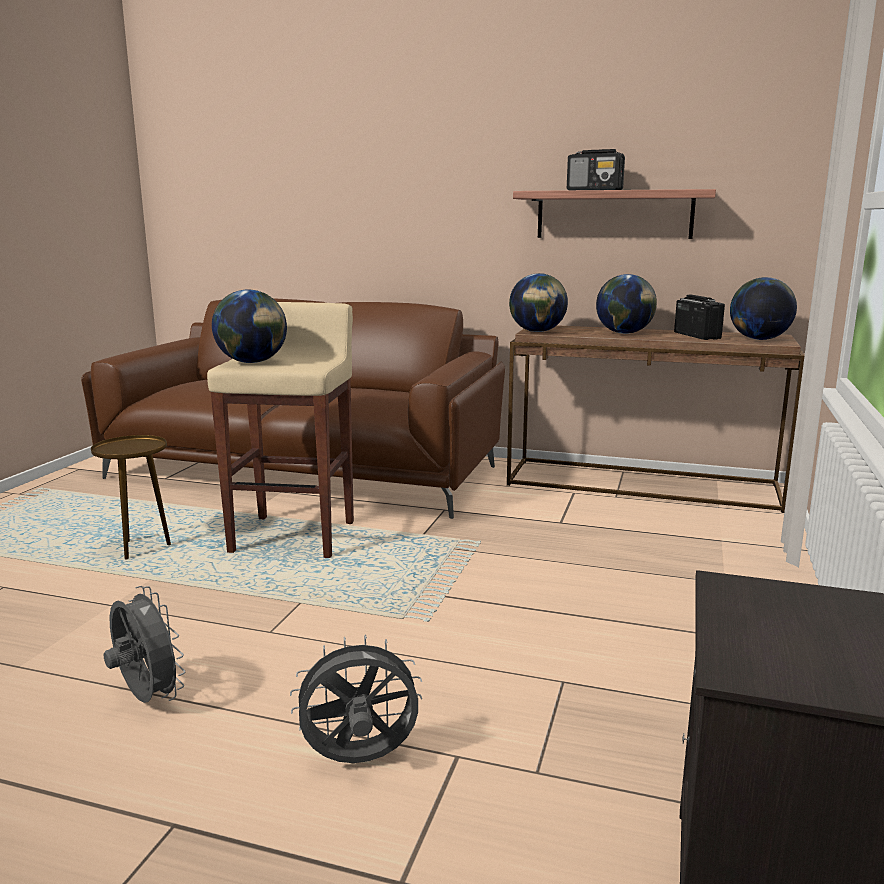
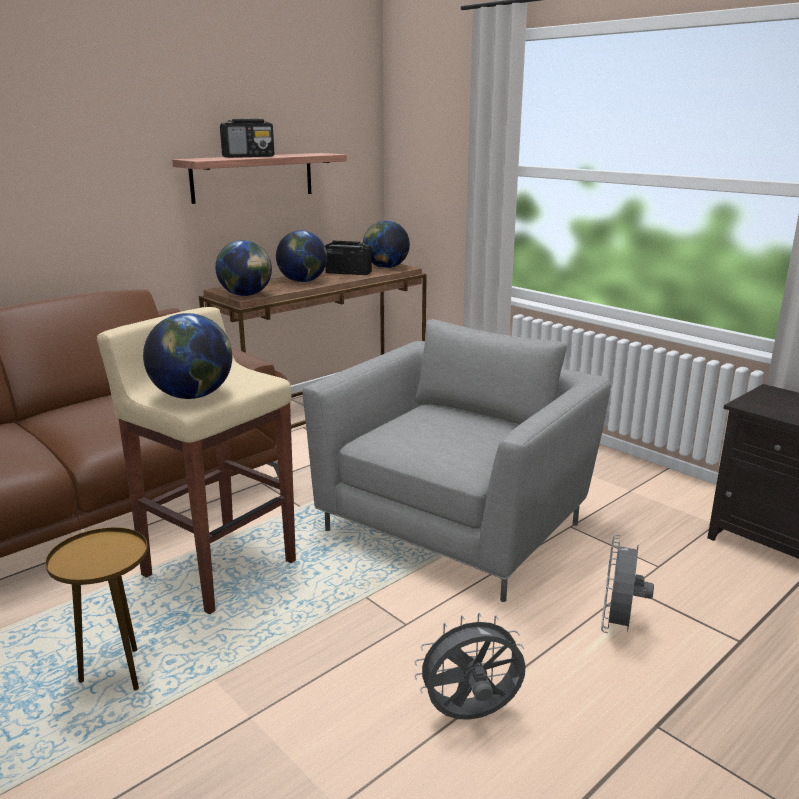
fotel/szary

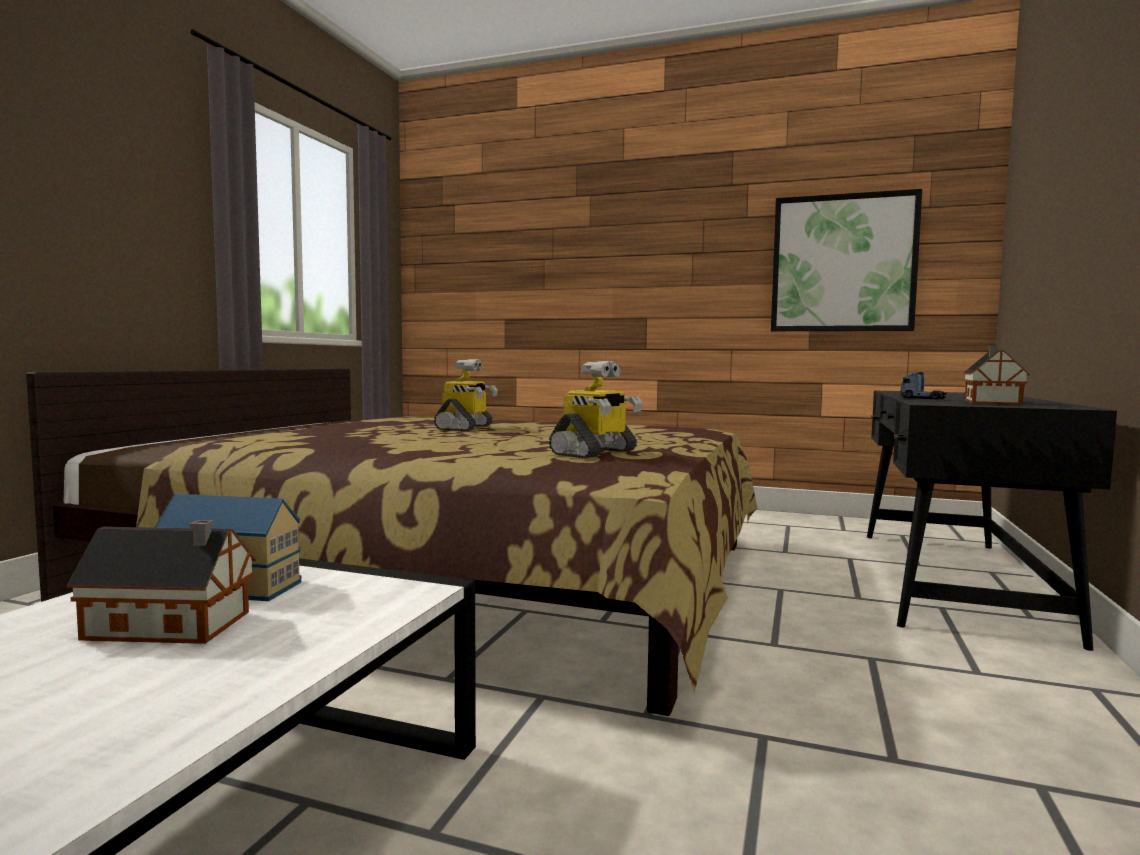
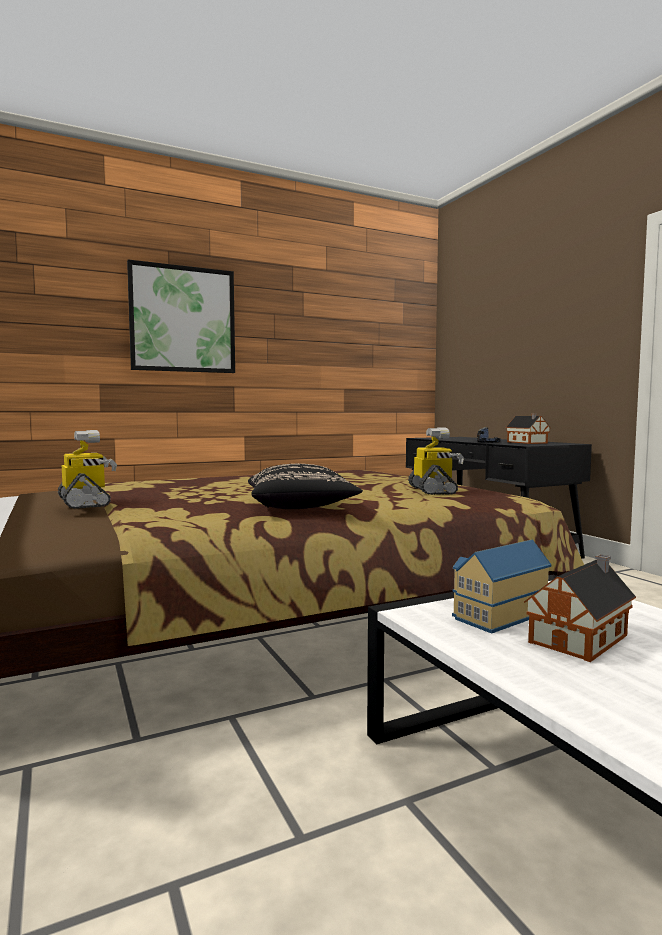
robot zabawkowy (1st from left); obraz; poduszka/czarny

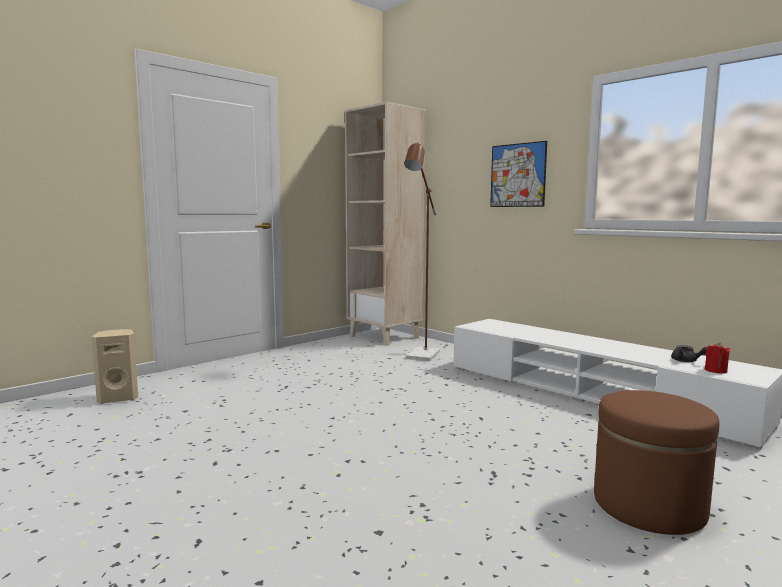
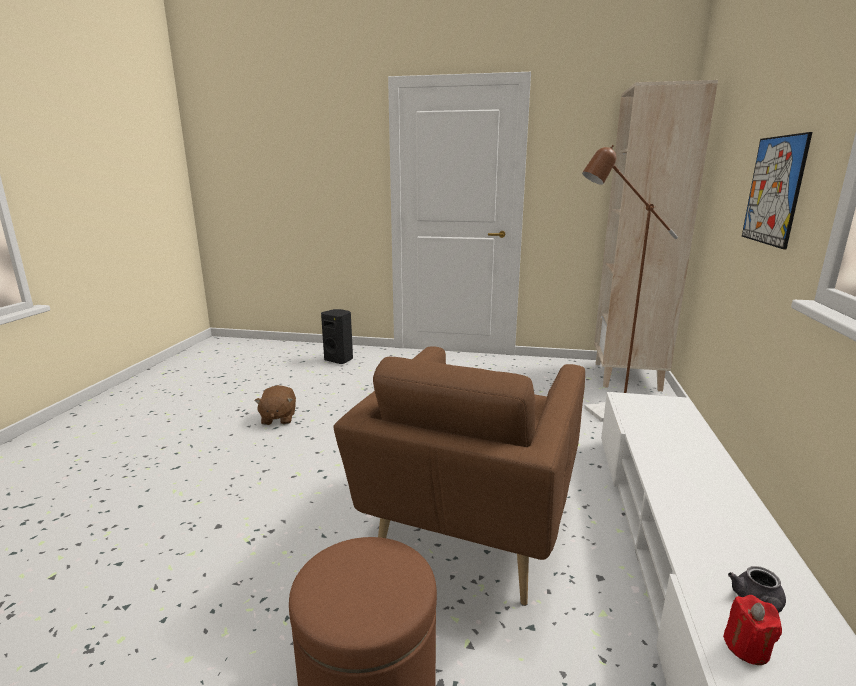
głośnik/czarny; pluszak/brązowy; fotel/brązowy

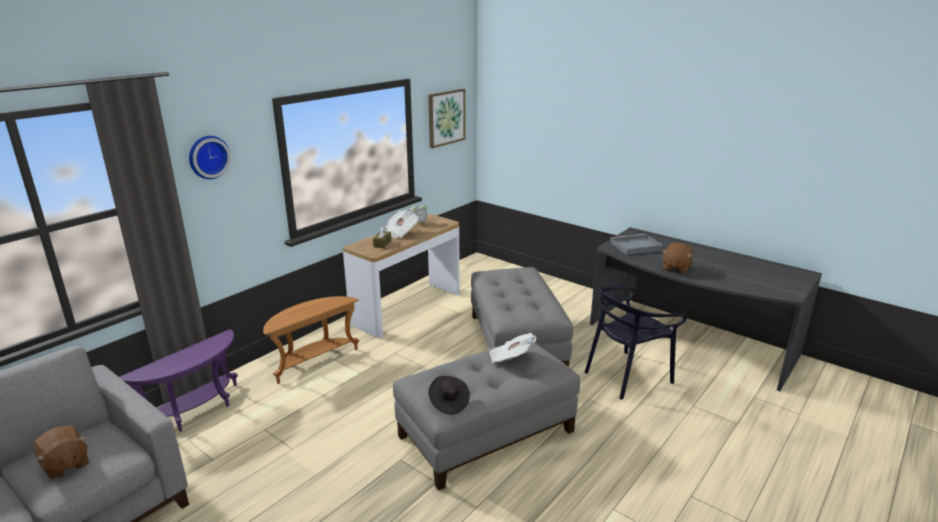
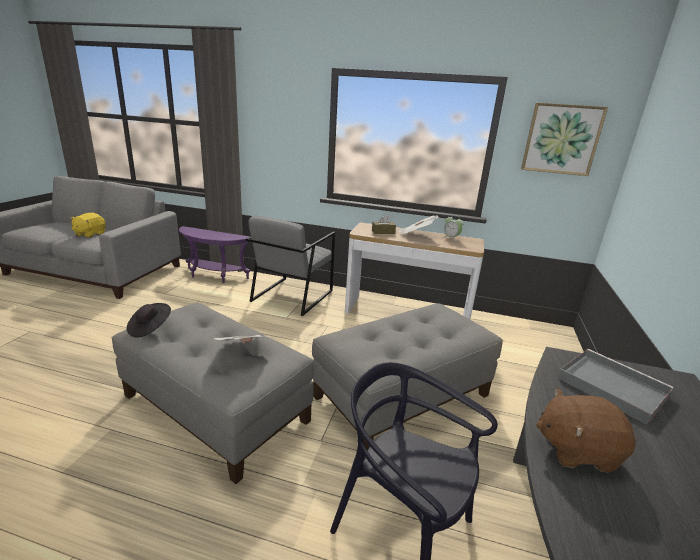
pluszak/żółty; zegar ścienny; fotel/szary

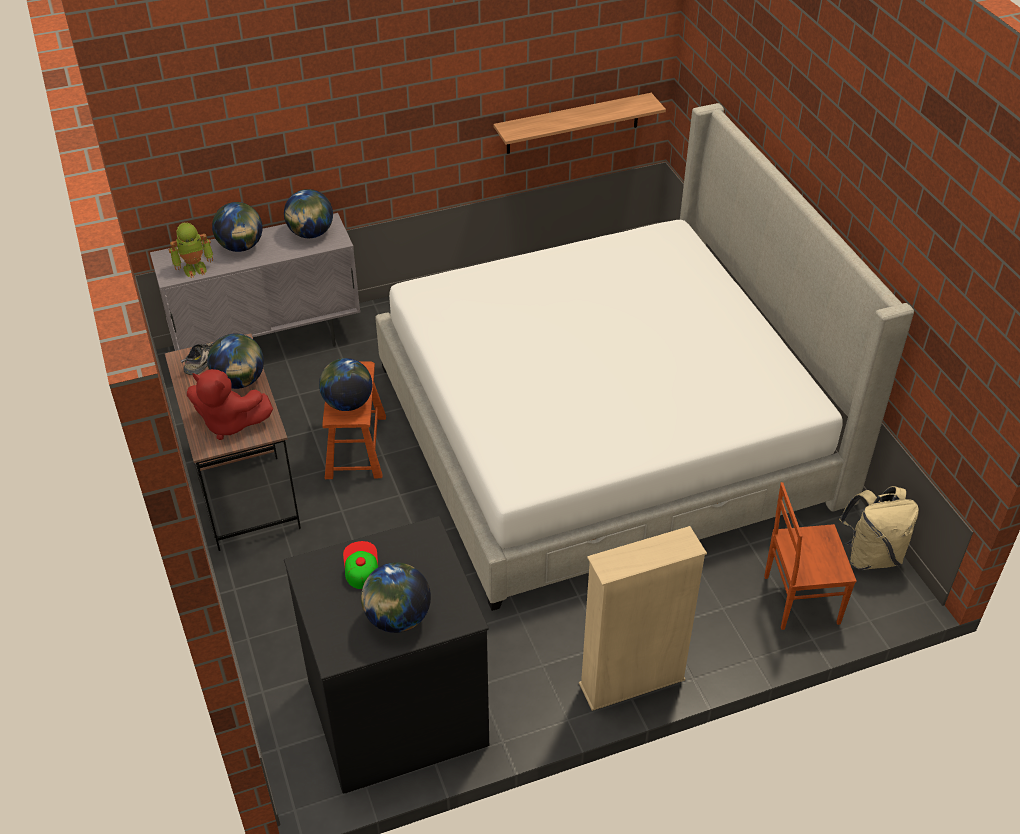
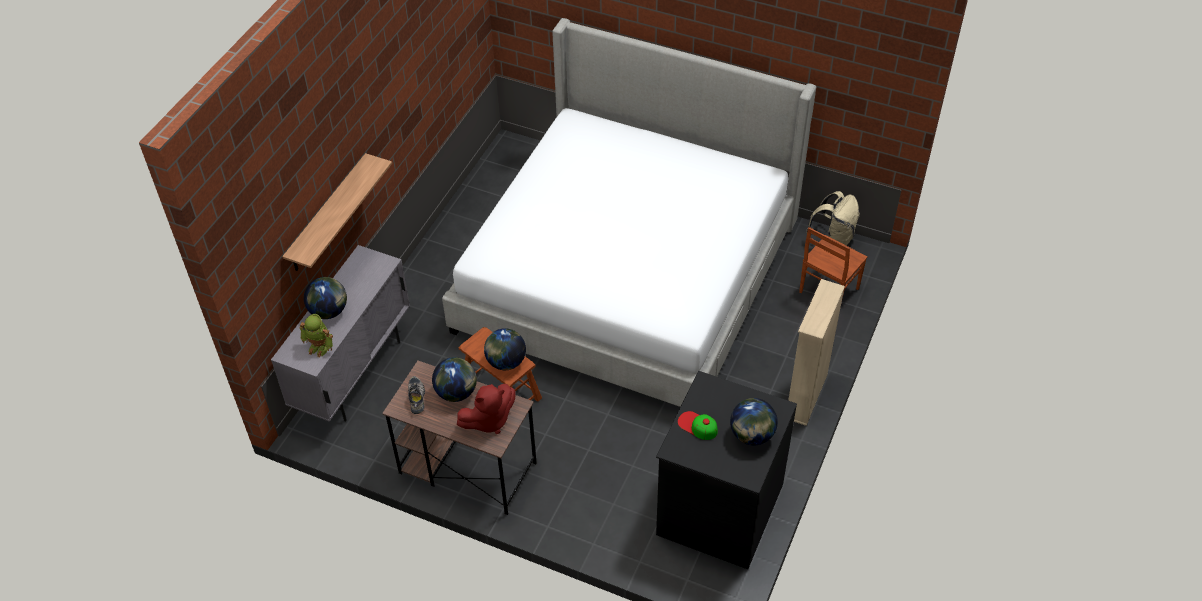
robot zabawkowy; globus (3rd from left in the first image); półka

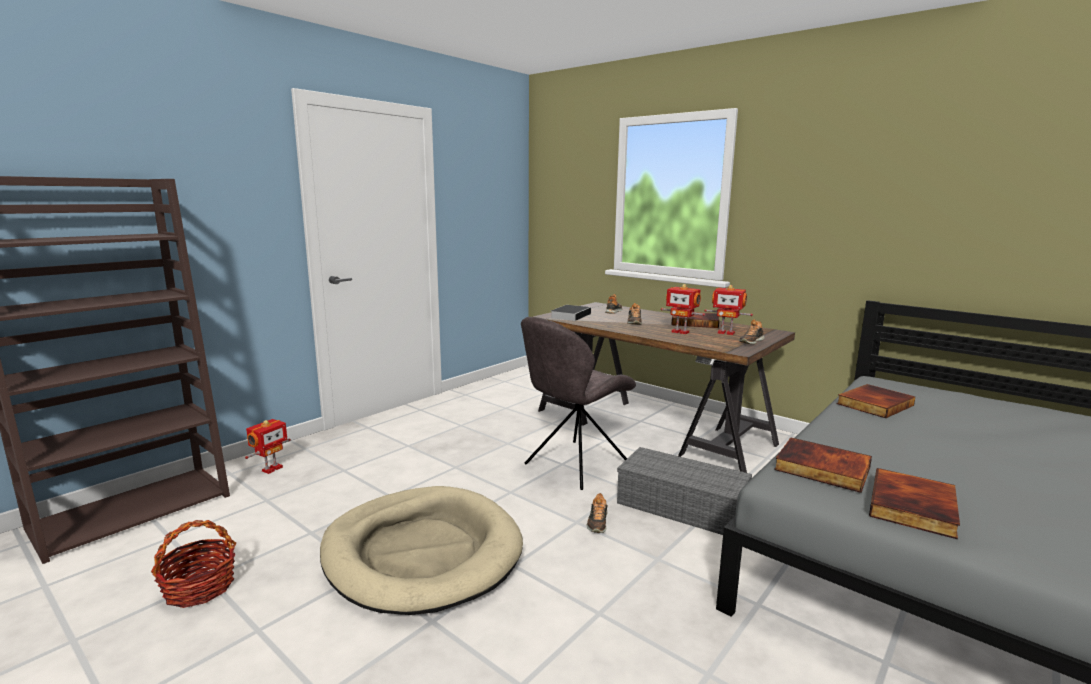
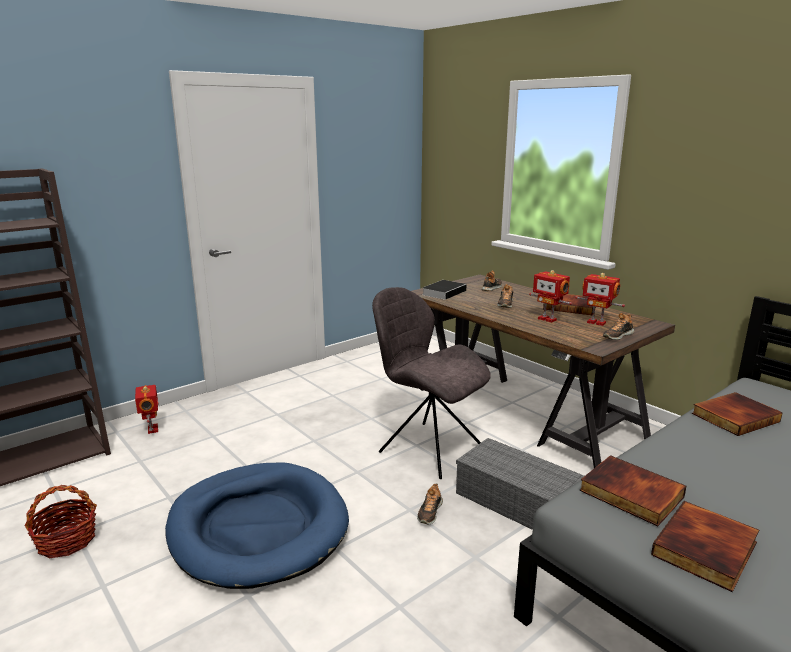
robot zabawkowy (1st from left); legowisko/niebieski; krzesło/szary

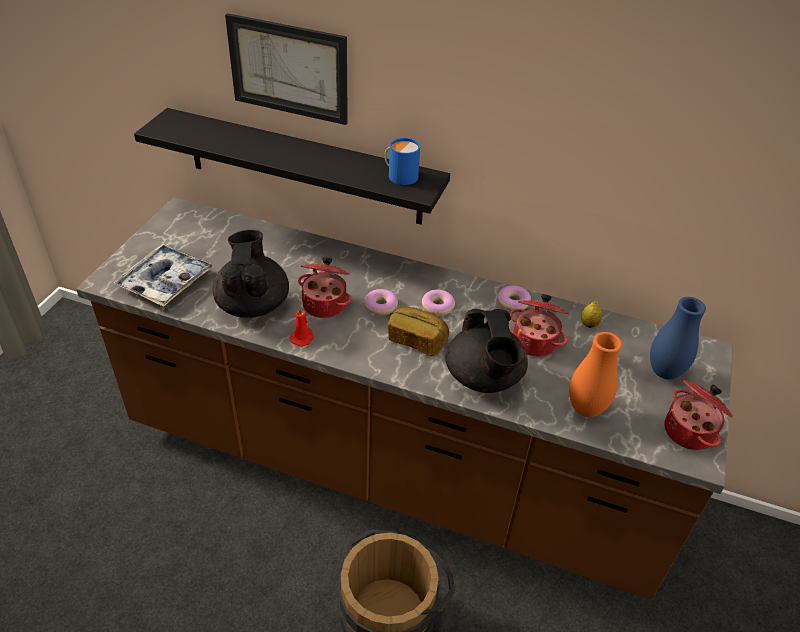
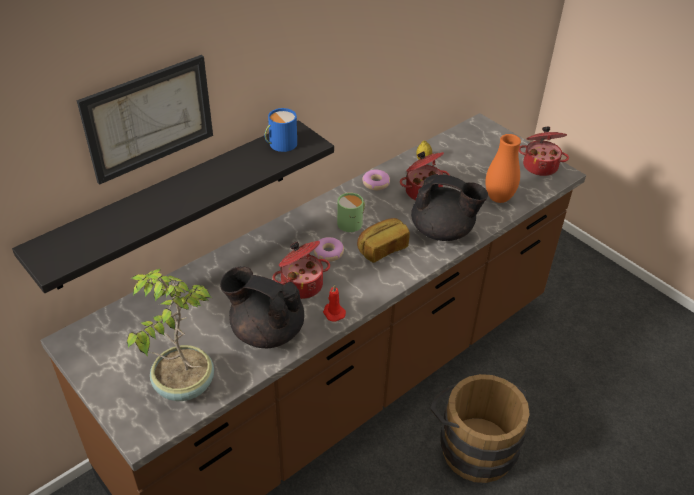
roślina doniczkowa; kubek/zielony; wazon/niebieski

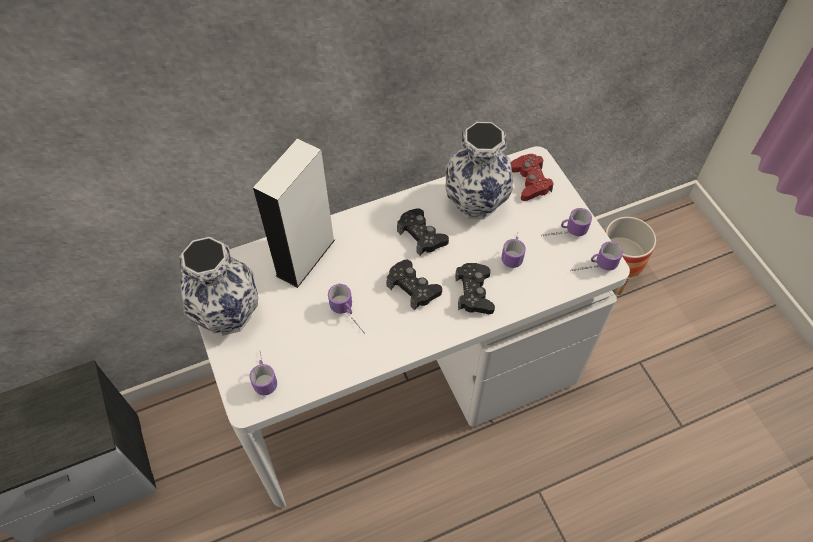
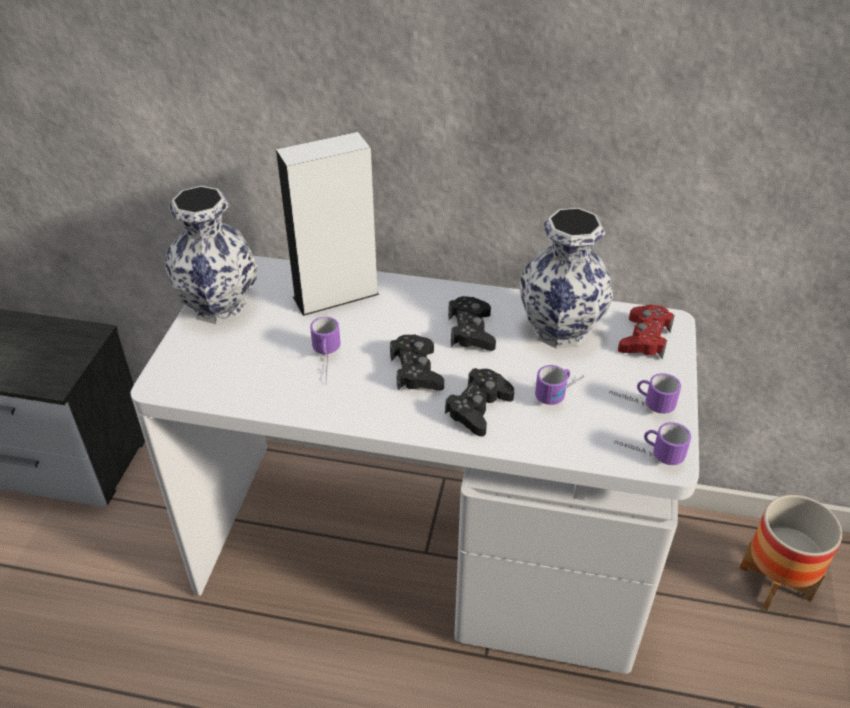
kubek (1st from left in the first image)

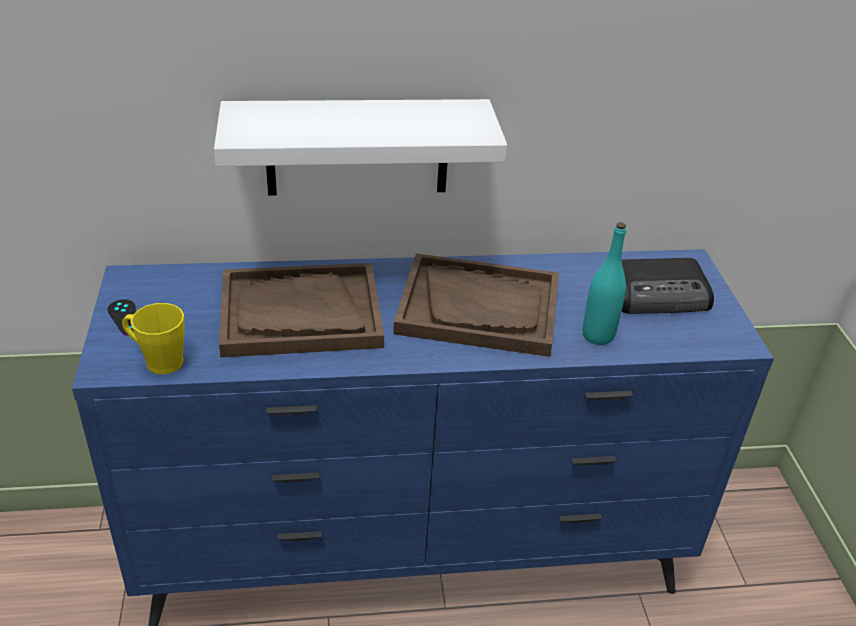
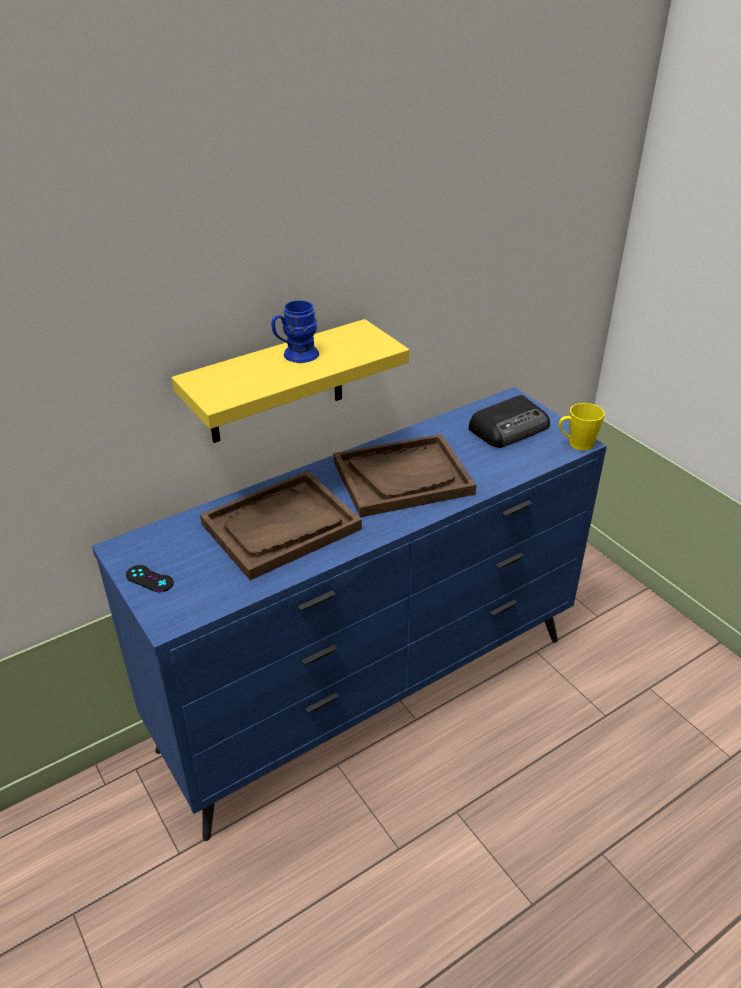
kubek/żółty; półka/żółty; butelka/turkusowy; kubek/niebieski

